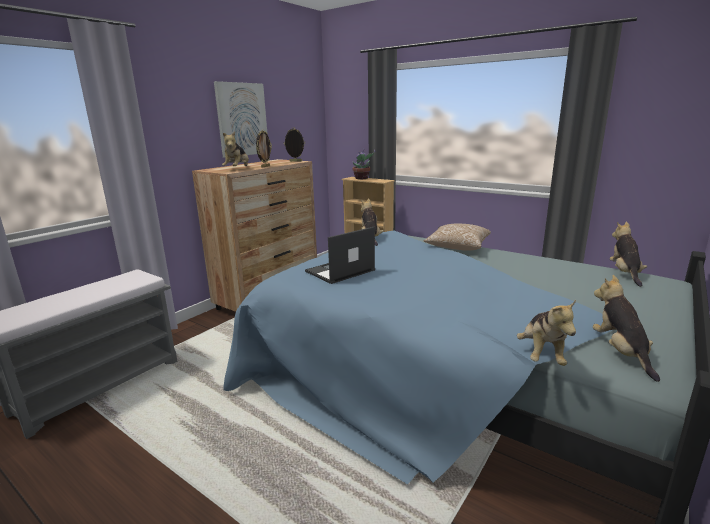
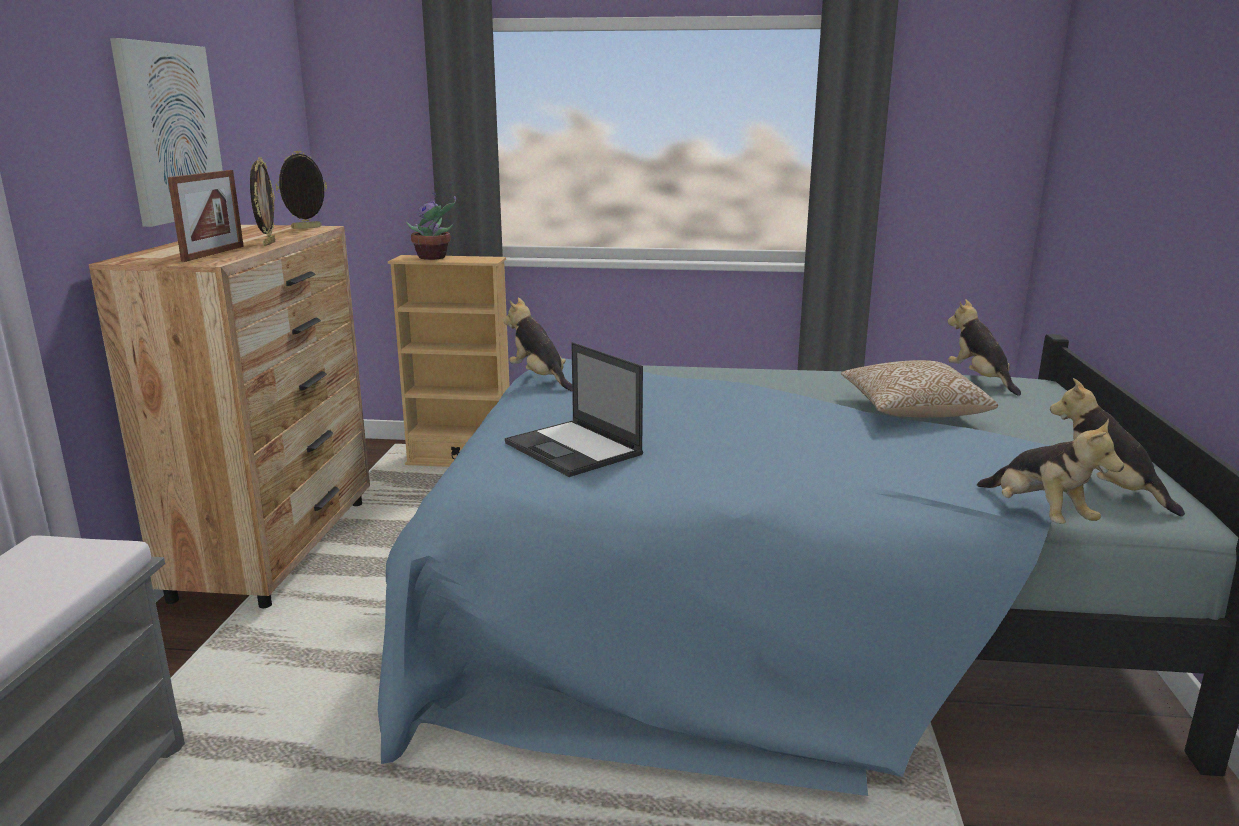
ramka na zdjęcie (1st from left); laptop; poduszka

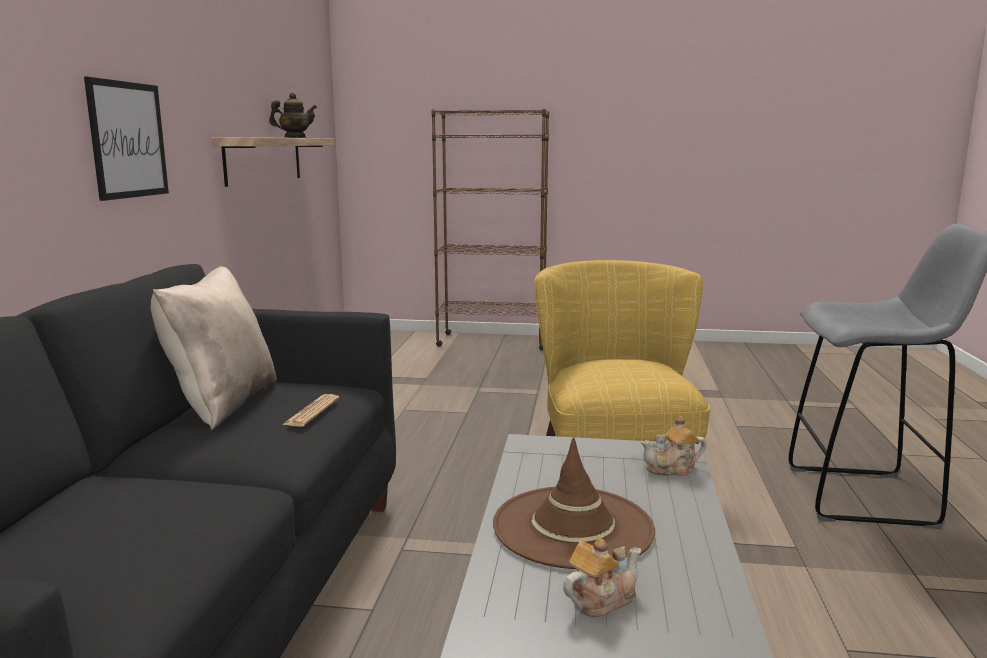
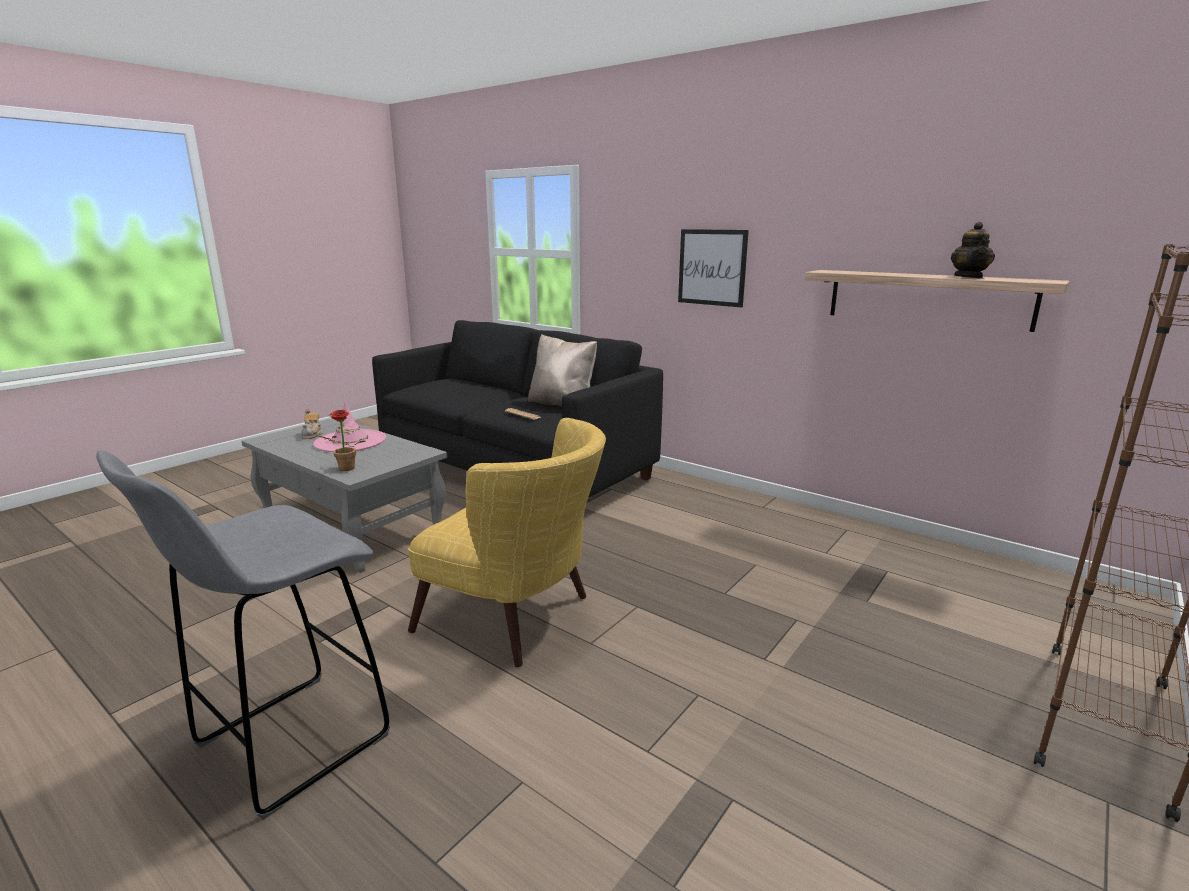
kapelusz/różowy; roślina doniczkowa

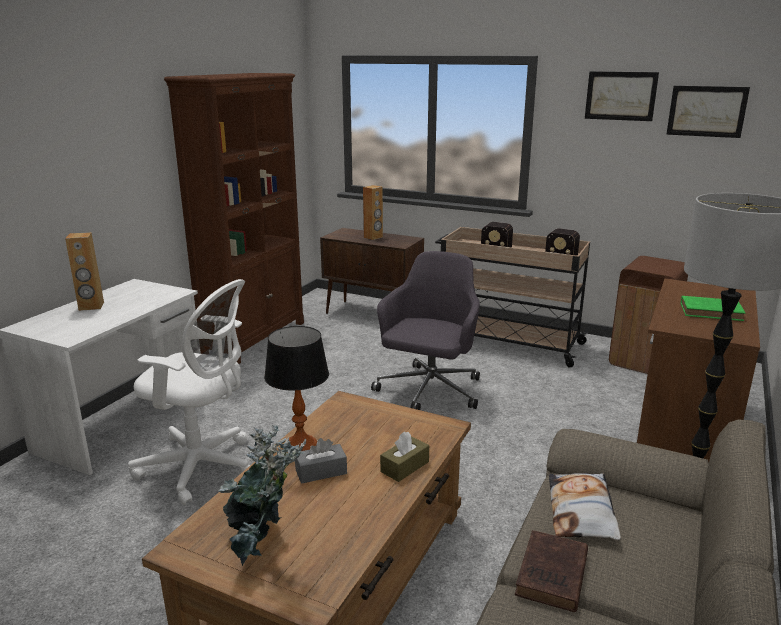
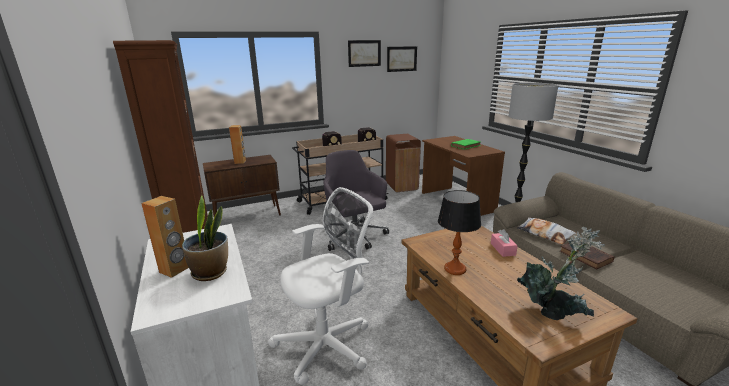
pudełko chusteczek/szary; pudełko chusteczek/różowy; roślina doniczkowa (1st from left)

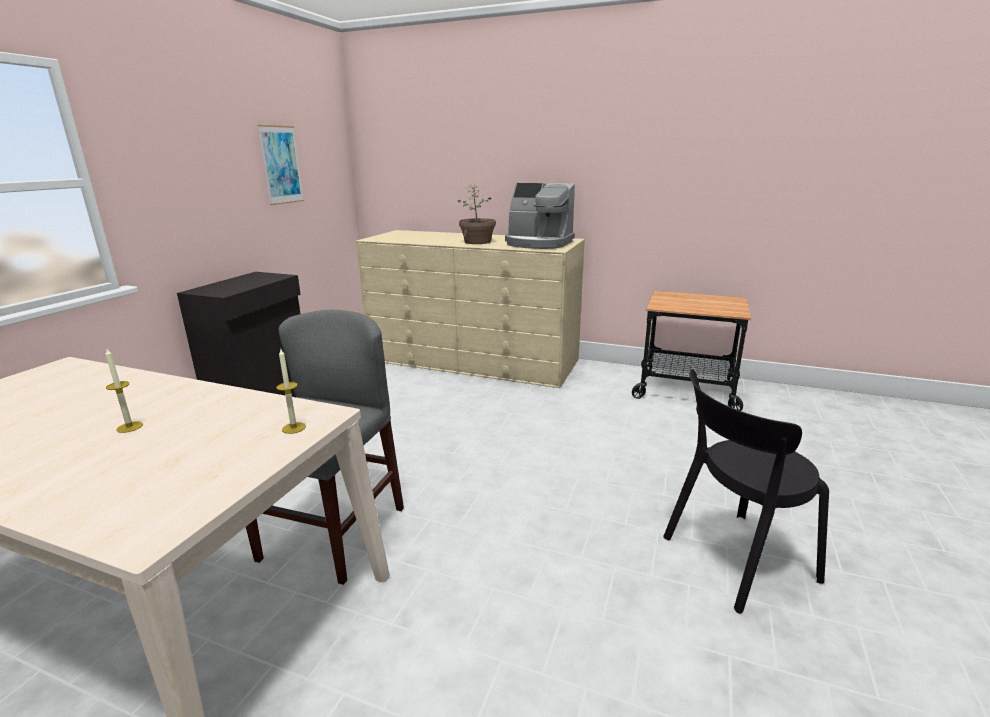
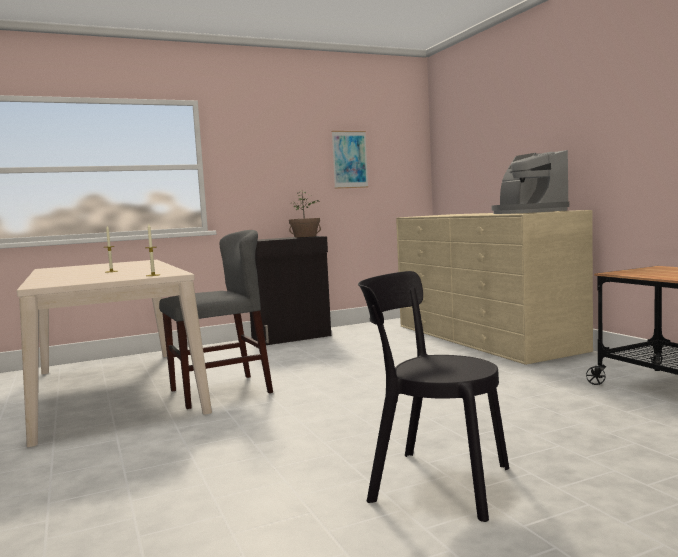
roślina doniczkowa

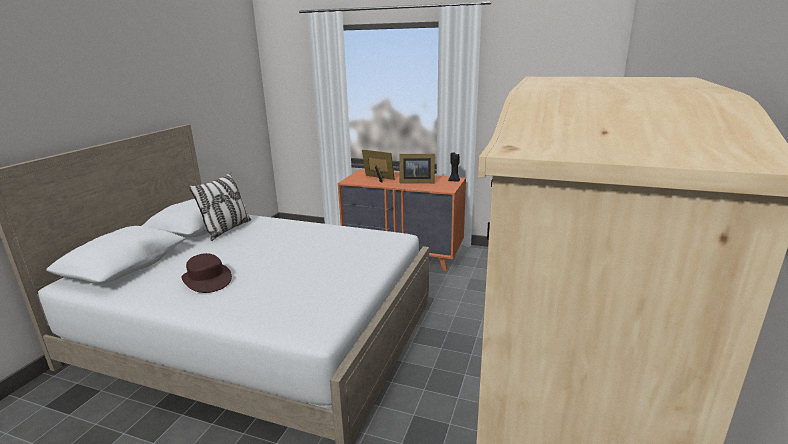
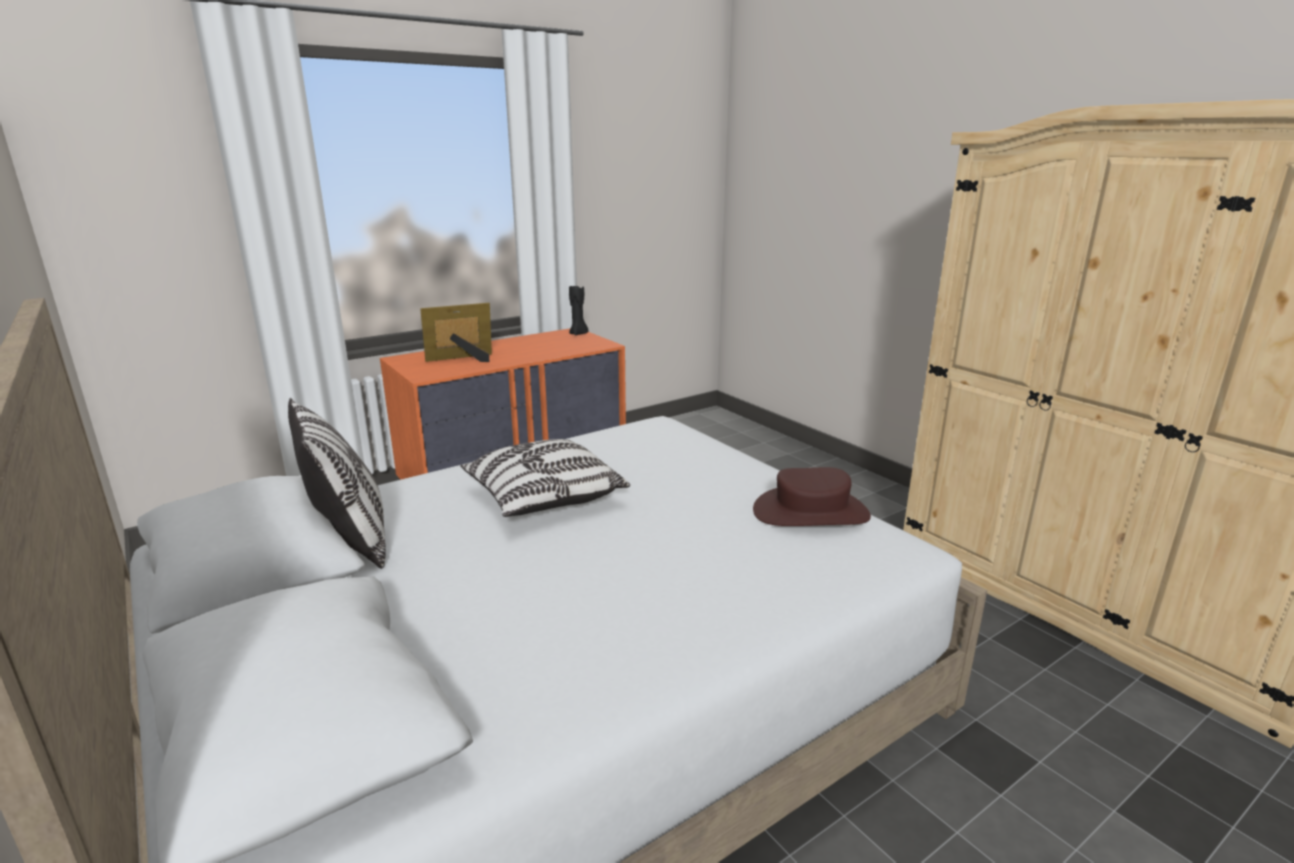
kapelusz/brązowy; ramka na zdjęcie (2nd from left in the first image); poduszka (2nd from left)

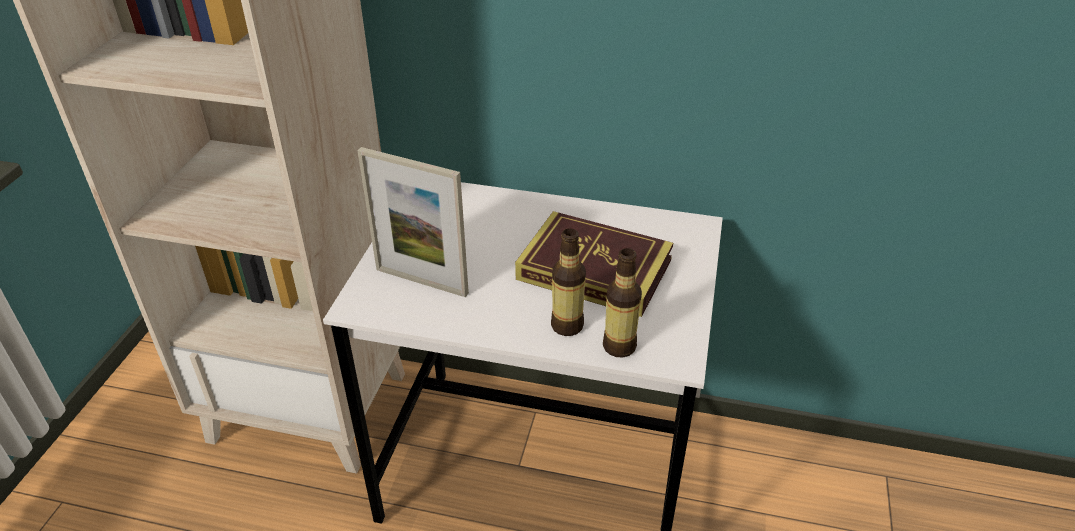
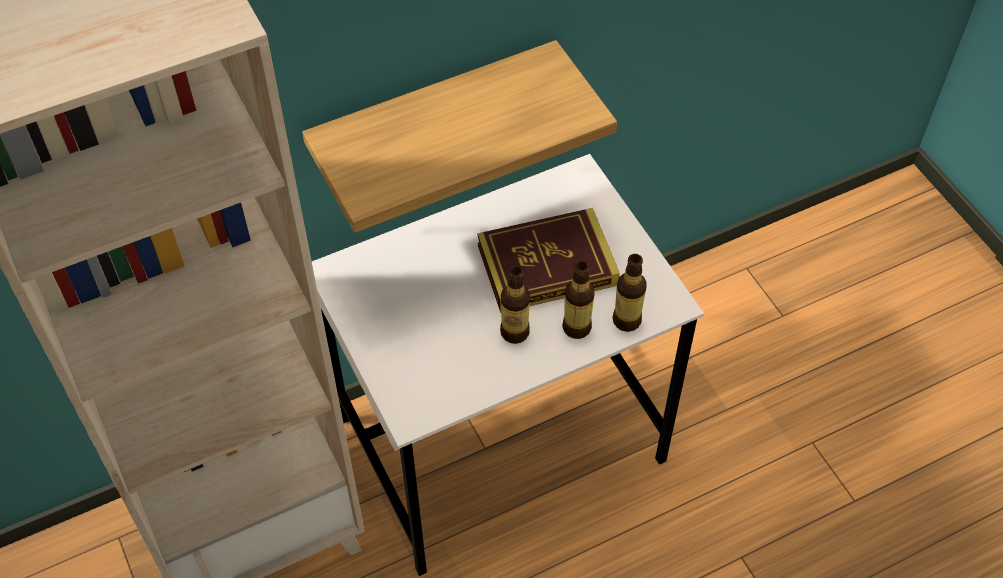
ramka na zdjęcie; półka; butelka (1st from left)

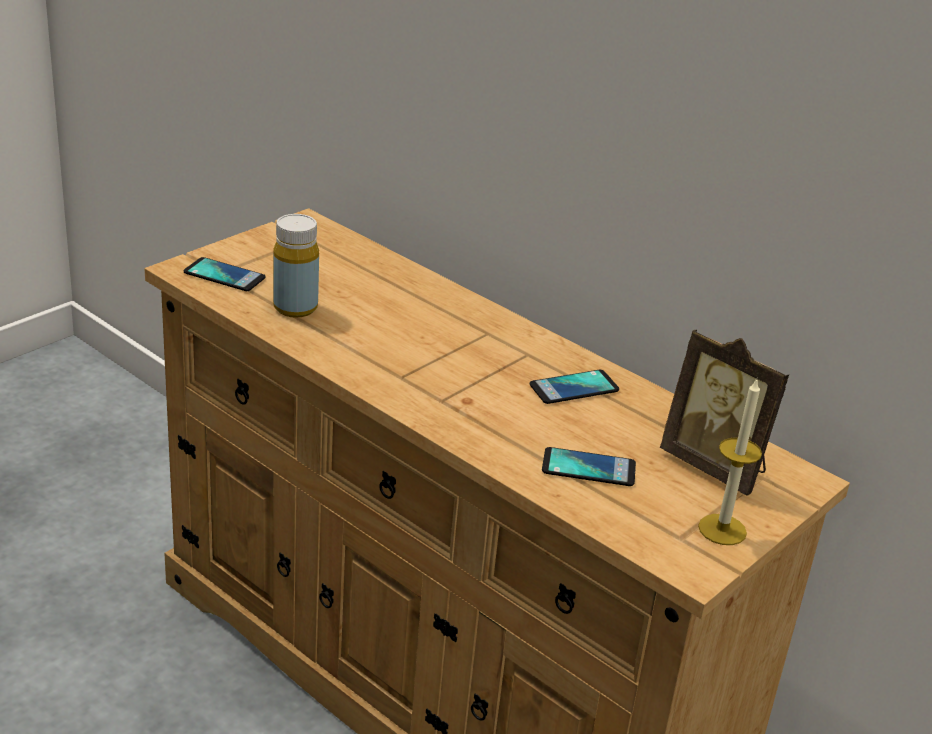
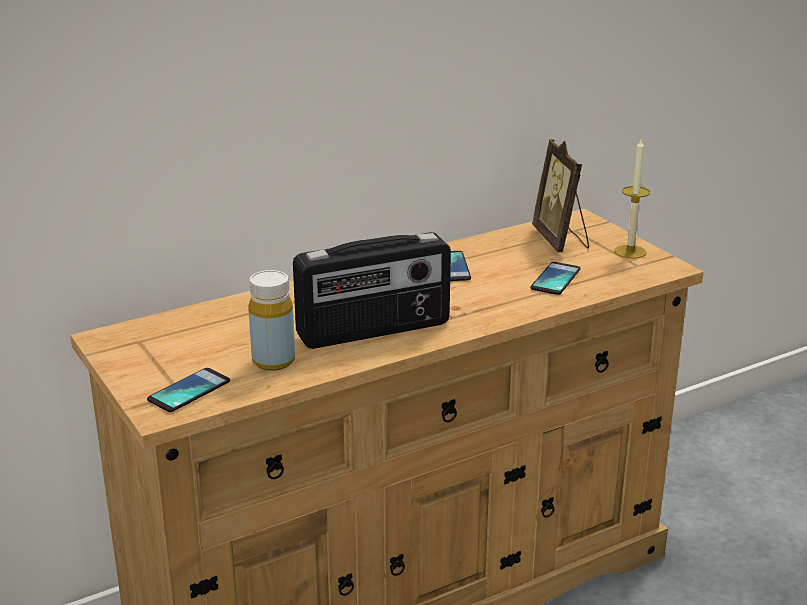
ramka na zdjęcie; radio

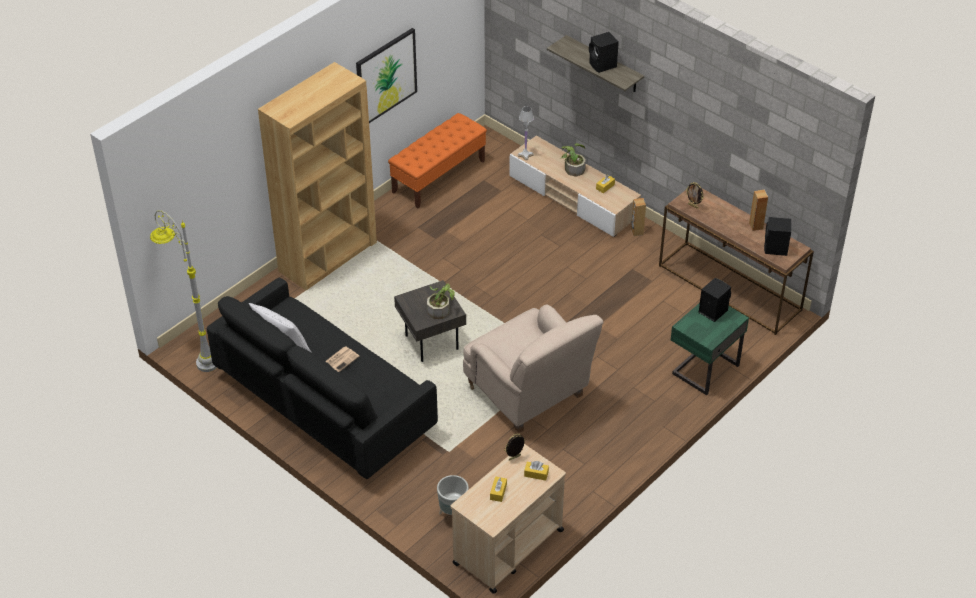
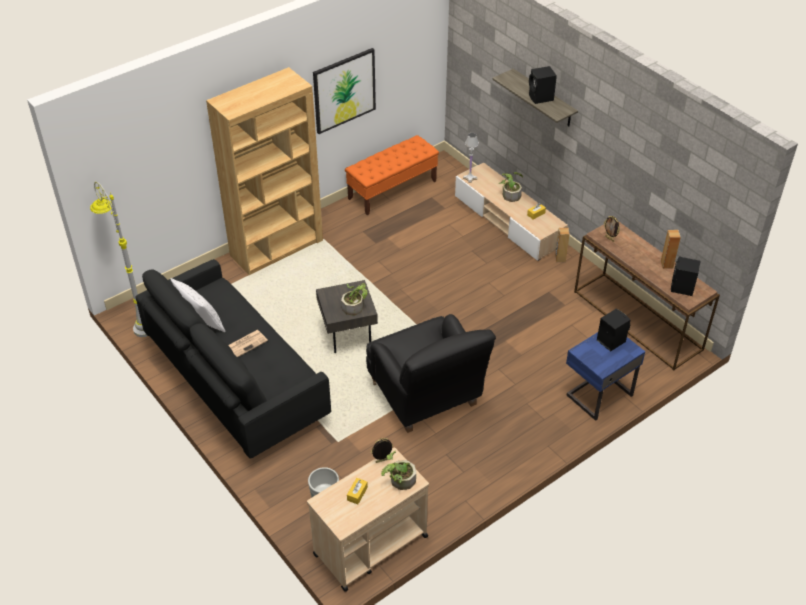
fotel/czarny; roślina doniczkowa (2nd from left); szafka nocna/niebieski

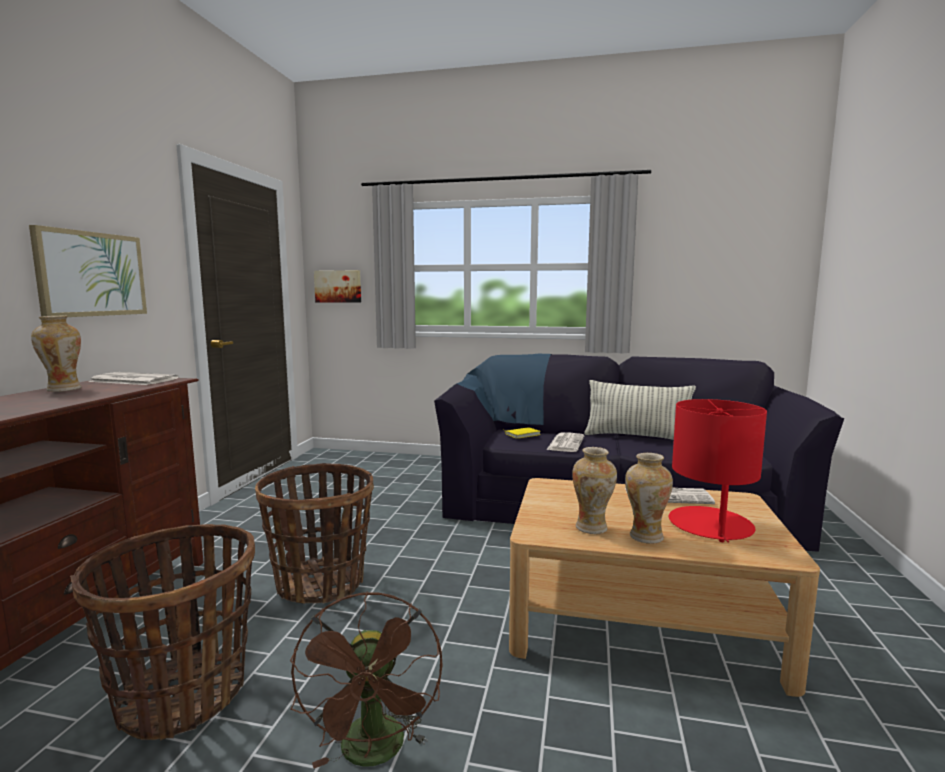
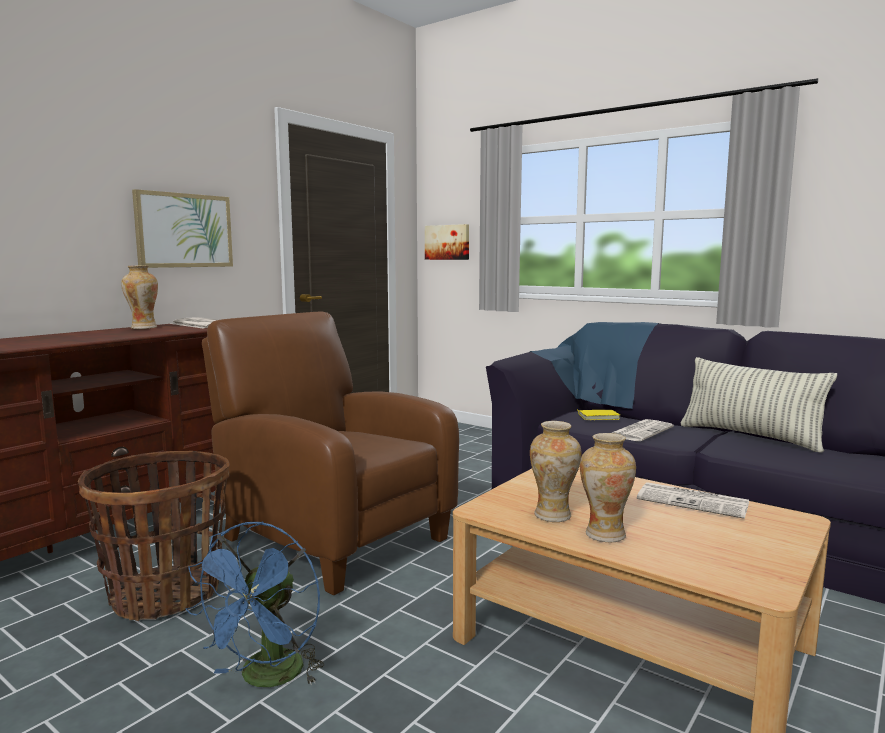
fotel/brązowy; wentylator/niebieski; lampa stołowa/czerwony

